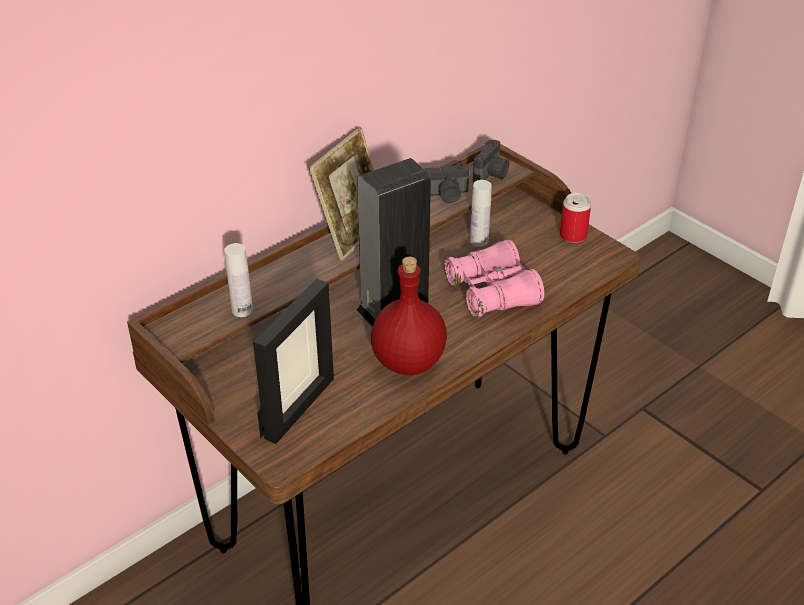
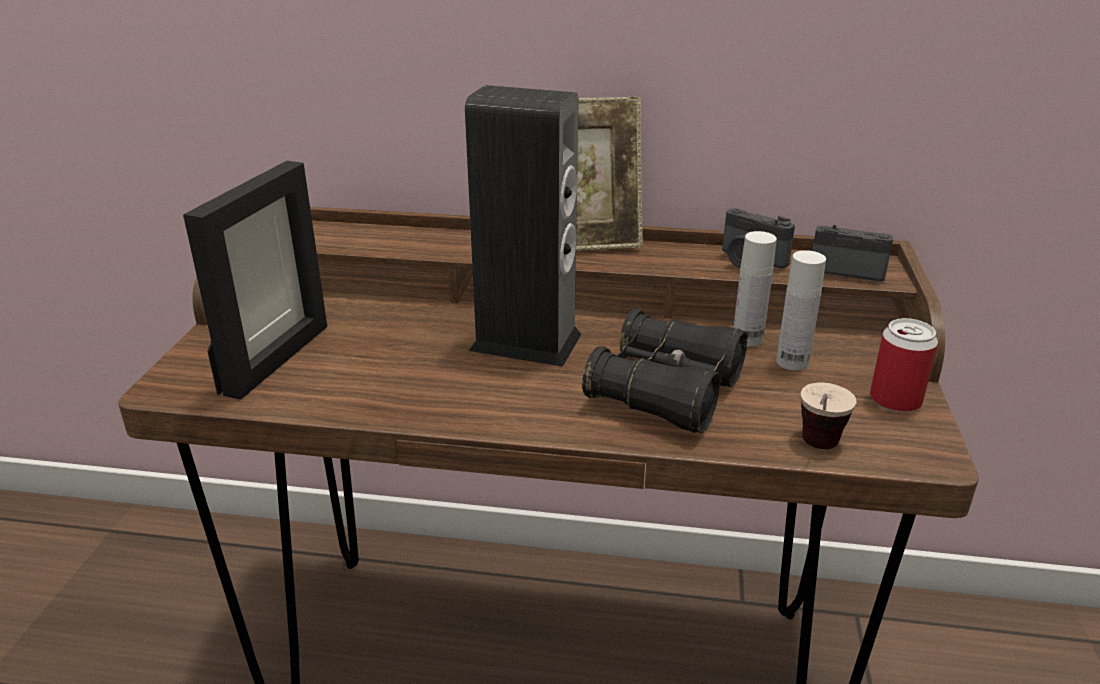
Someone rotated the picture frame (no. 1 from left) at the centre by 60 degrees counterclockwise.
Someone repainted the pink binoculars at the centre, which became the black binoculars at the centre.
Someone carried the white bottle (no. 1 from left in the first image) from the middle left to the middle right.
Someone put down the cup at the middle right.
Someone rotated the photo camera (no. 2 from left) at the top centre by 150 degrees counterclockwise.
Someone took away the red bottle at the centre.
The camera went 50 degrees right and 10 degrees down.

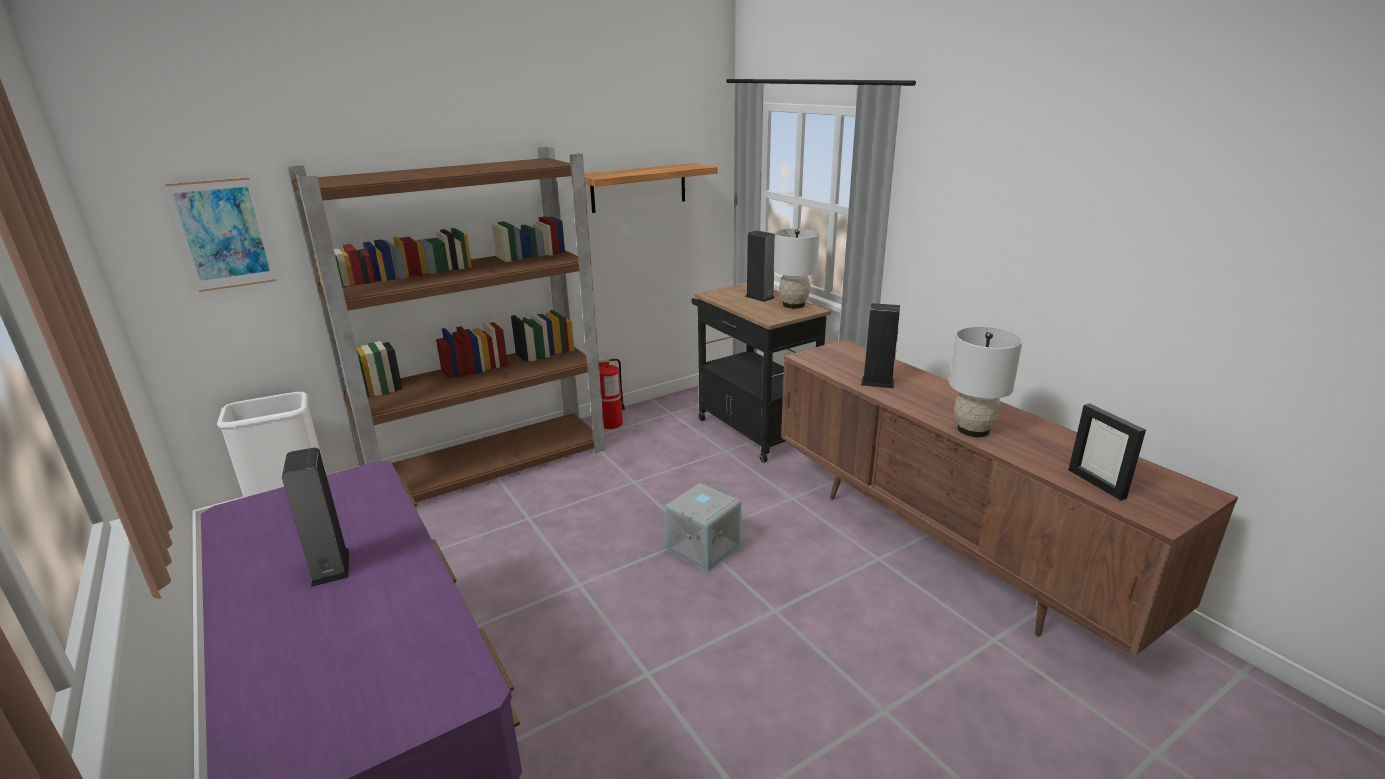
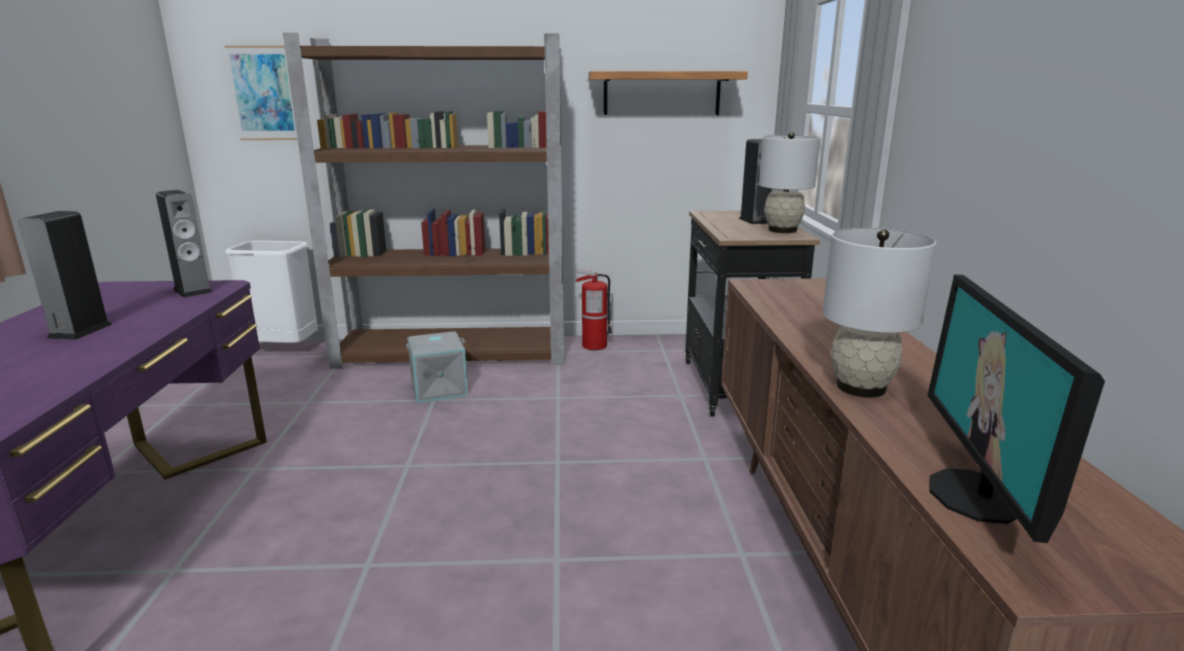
Someone carried the speaker (no. 3 from left in the first image) from the centre to the middle left.
Someone carried the grey storage box from the bottom centre to the centre.
Someone swapped the picture frame at the middle right for the monitor at the middle right.
The camera went 30 degrees right and 5 degrees down.

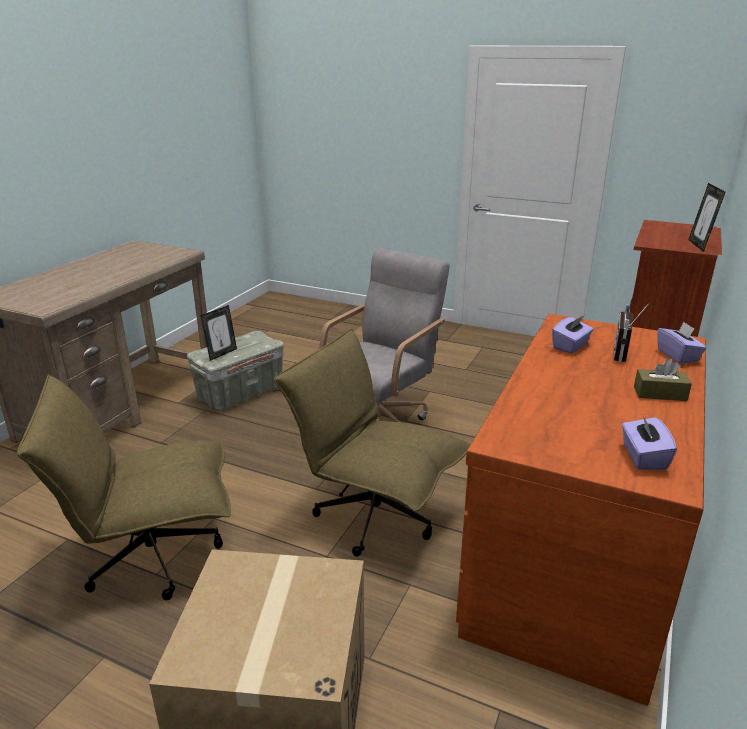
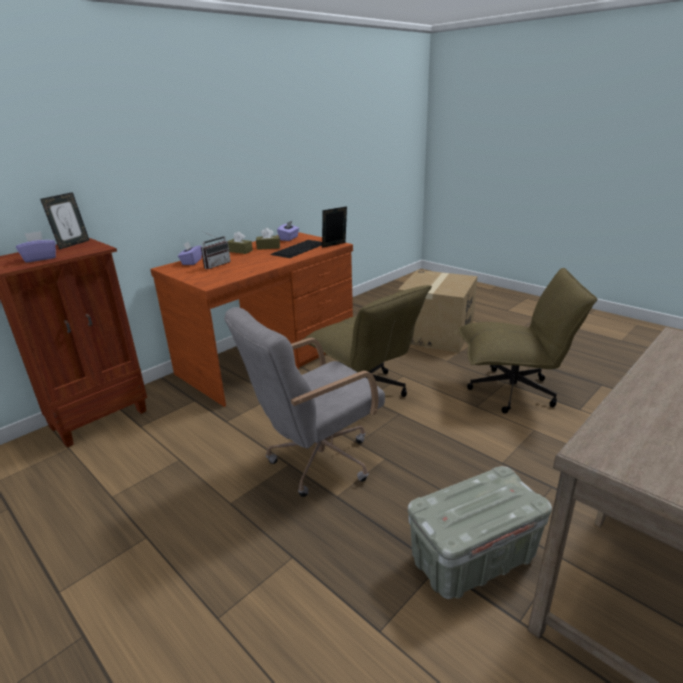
Someone carried the purple tissue box (no. 1 from left) from the middle right to the middle left.
Someone put down the brown tissue box (no. 2 from left) at the centre.
Someone put down the keyboard at the centre.
Someone carried the picture frame (no. 1 from left in the first image) from the middle left to the top centre.
The camera went 160 degrees left and 0 degrees up.

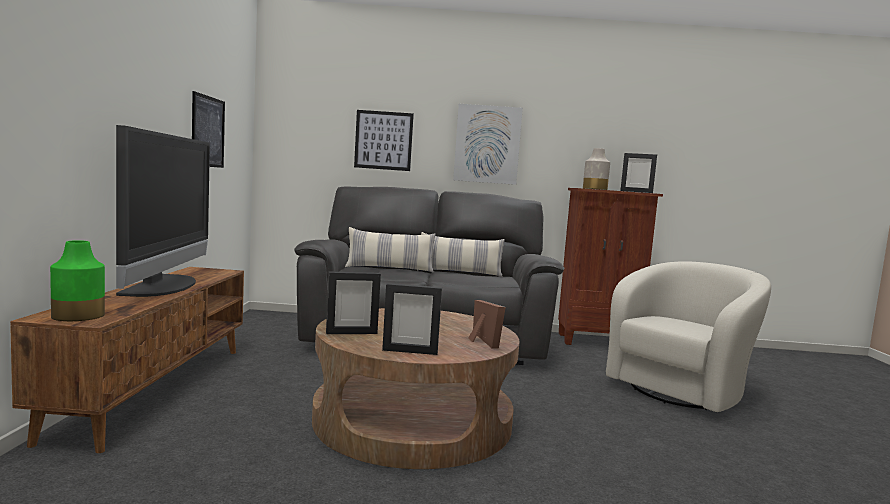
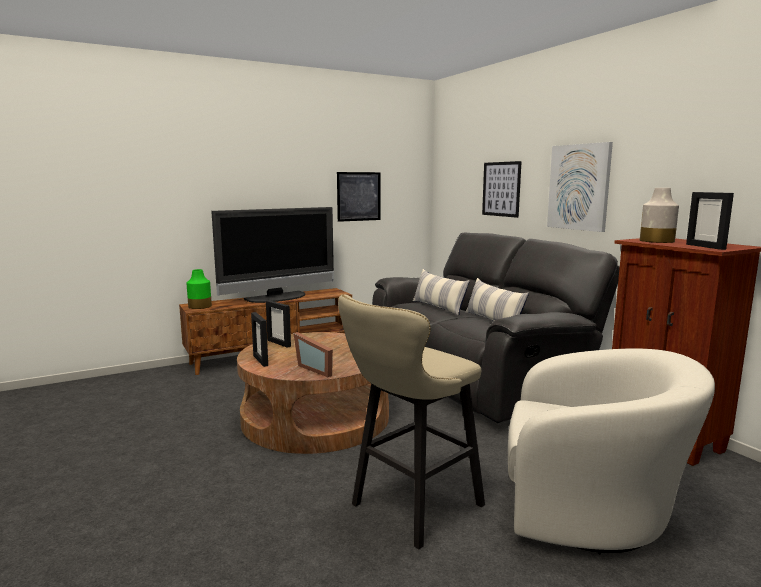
Someone rotated the picture frame (no. 3 from left) at the centre by 90 degrees clockwise.
Someone put down the beige stool at the bottom centre.
The camera went 60 degrees right and 5 degrees up.

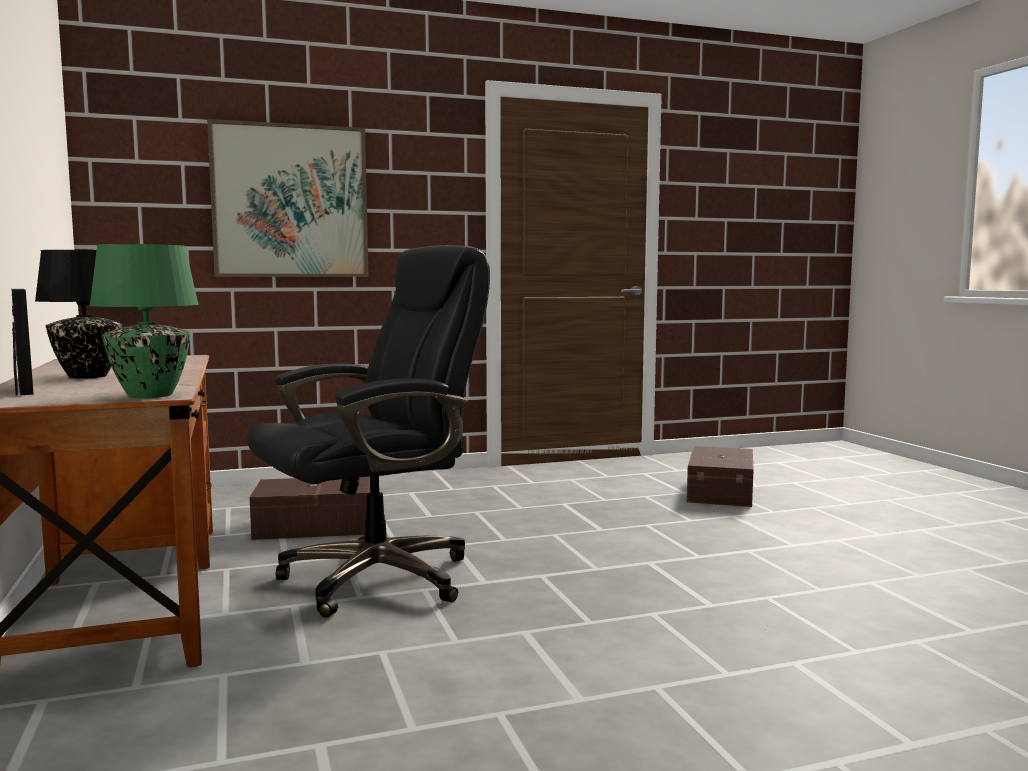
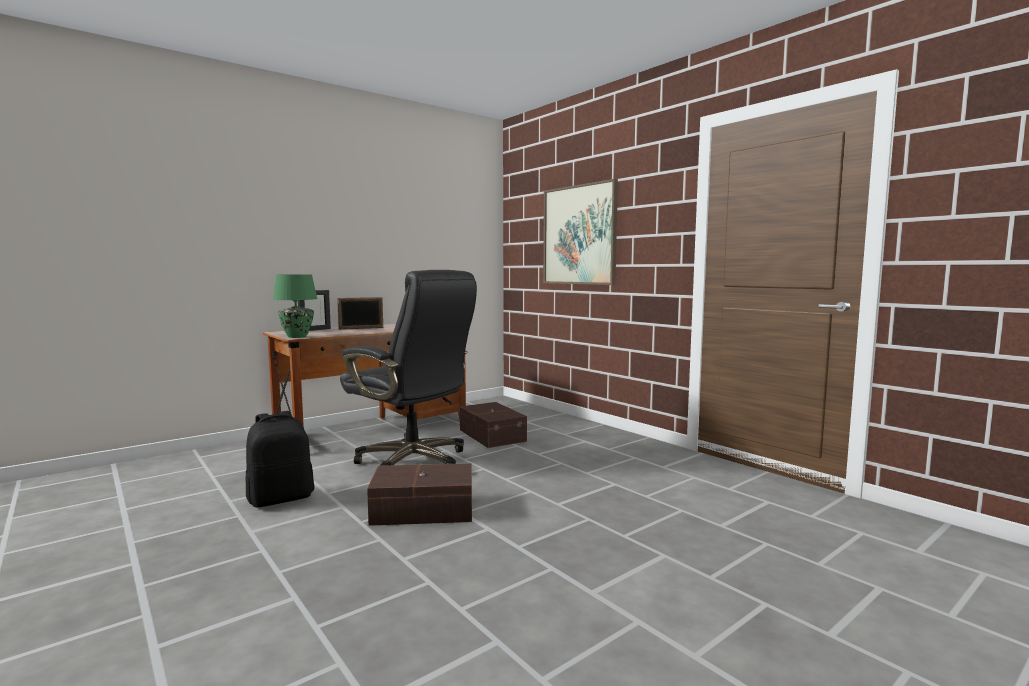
Someone put down the black backpack at the bottom left.
Someone swapped the black table lamp at the middle left for the picture frame (no. 2 from left) at the centre.
Someone carried the brown storage box (no. 2 from left in the first image) from the middle right to the bottom centre.
The camera went 70 degrees right and 0 degrees up.

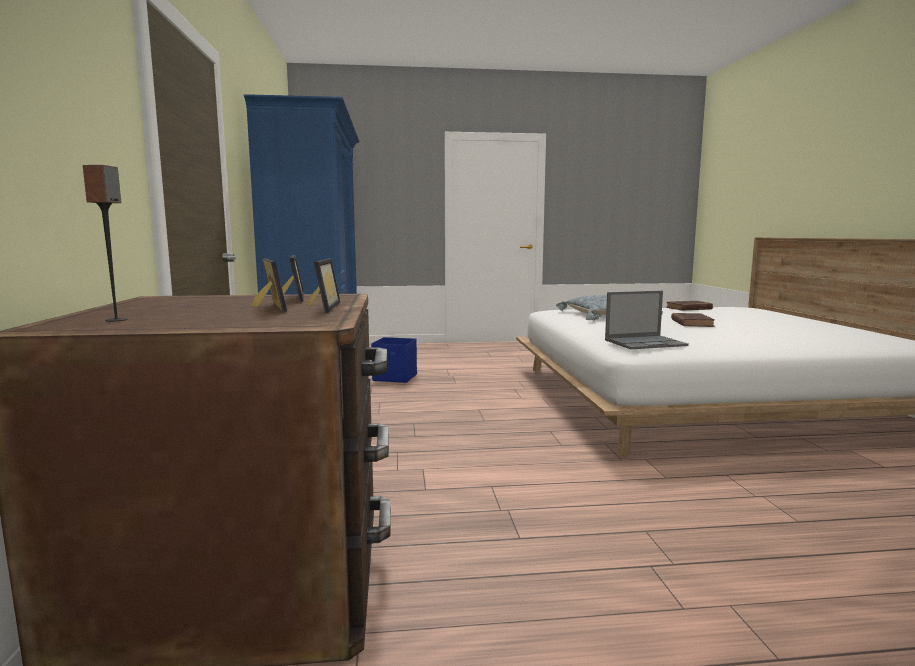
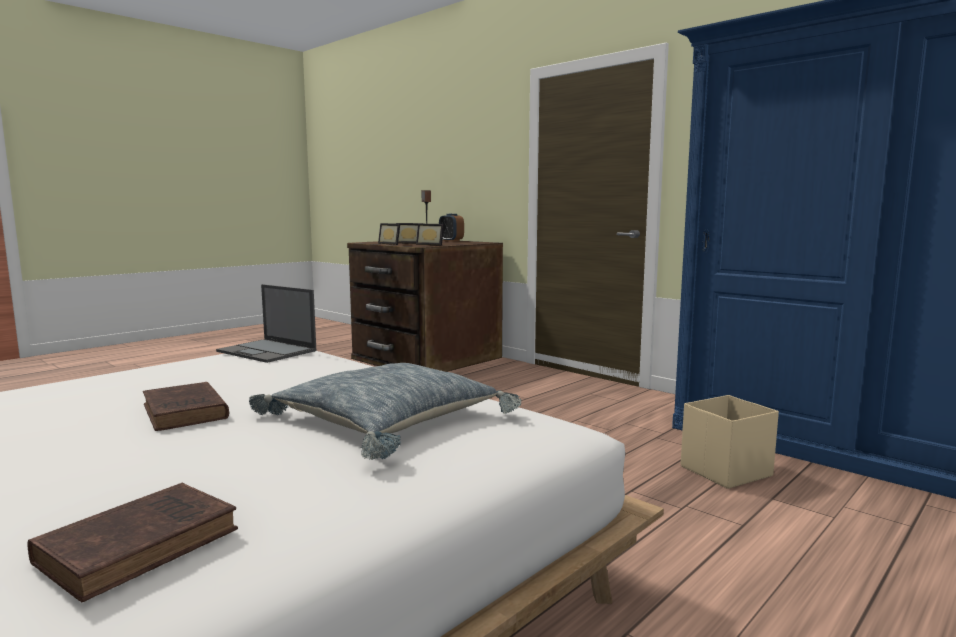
Someone rotated the laptop at the middle right by 90 degrees counterclockwise.
Someone put down the alarm clock at the centre.
Someone repainted the blue storage box at the centre, which became the beige storage box at the bottom right.
The camera went 140 degrees right and 0 degrees up.

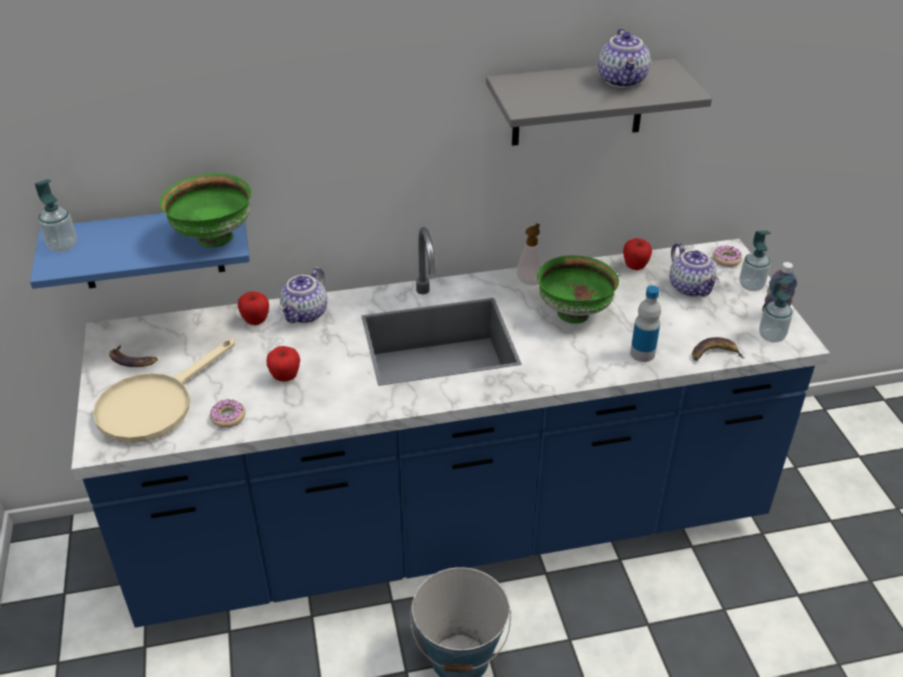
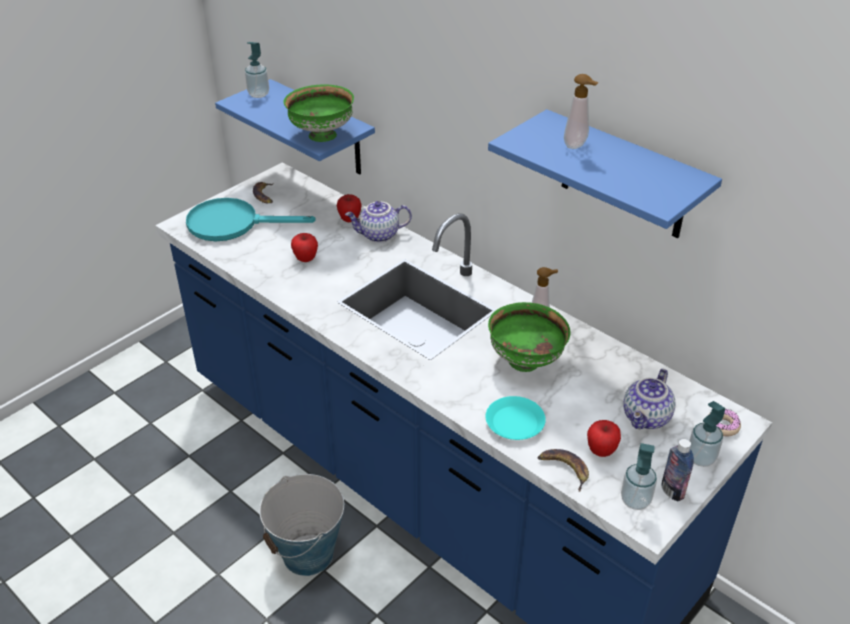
Someone repainted the beige frying pan at the middle left, which became the turquoise frying pan at the middle left.
Someone swapped the bottle (no. 1 from left) at the middle right for the turquoise plate at the bottom centre.
Someone repainted the grey shelf at the top centre, which became the blue shelf (no. 2 from left) at the top right.
Someone put down the soap dispenser (no. 3 from left) at the top right.
Someone carried the apple (no. 3 from left) from the middle right to the bottom right.
Someone took away the donut (no. 1 from left) at the middle left.
Someone took away the teapot (no. 2 from left) at the top right.
The camera went 55 degrees right and 0 degrees up.

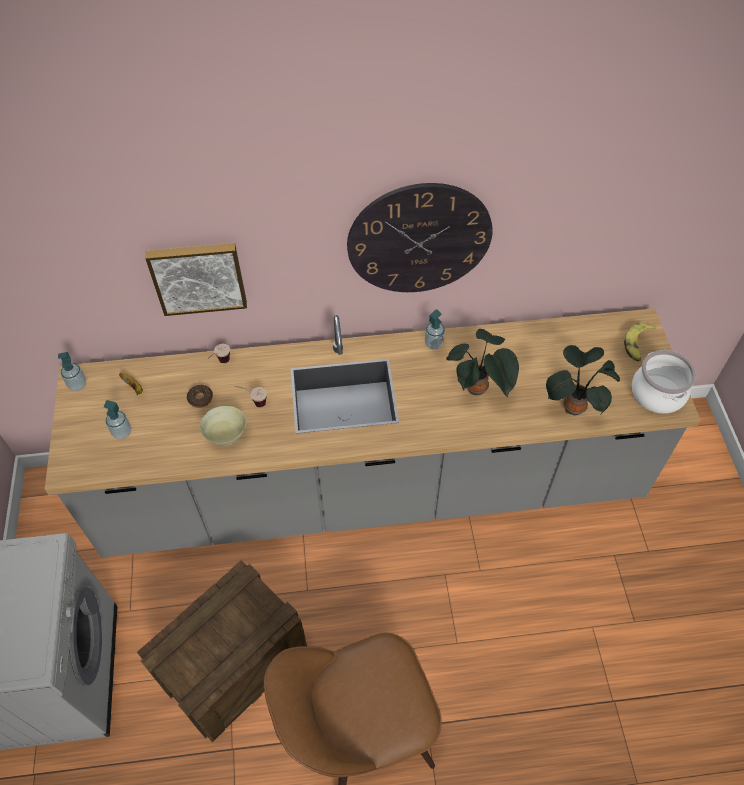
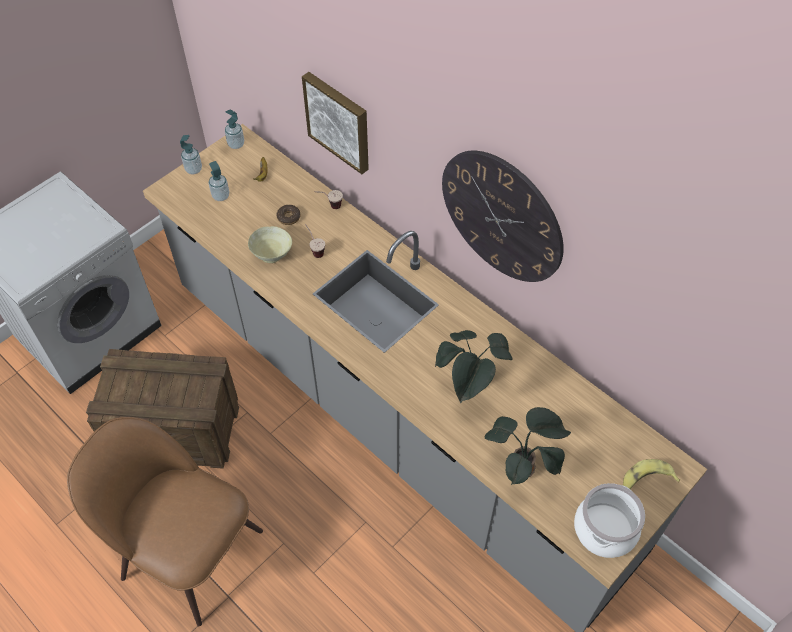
Someone carried the soap dispenser (no. 3 from left in the first image) from the centre to the top left.
The camera went 50 degrees right and 0 degrees up.

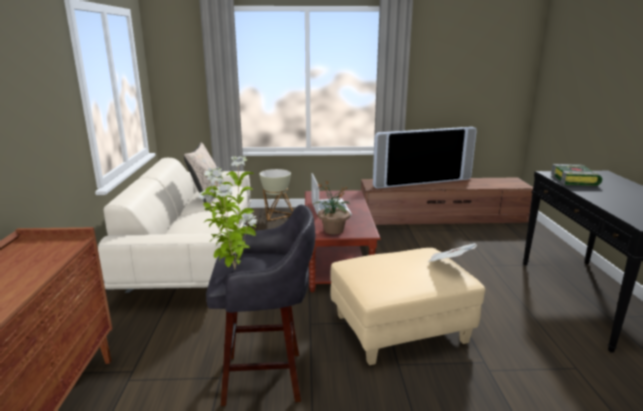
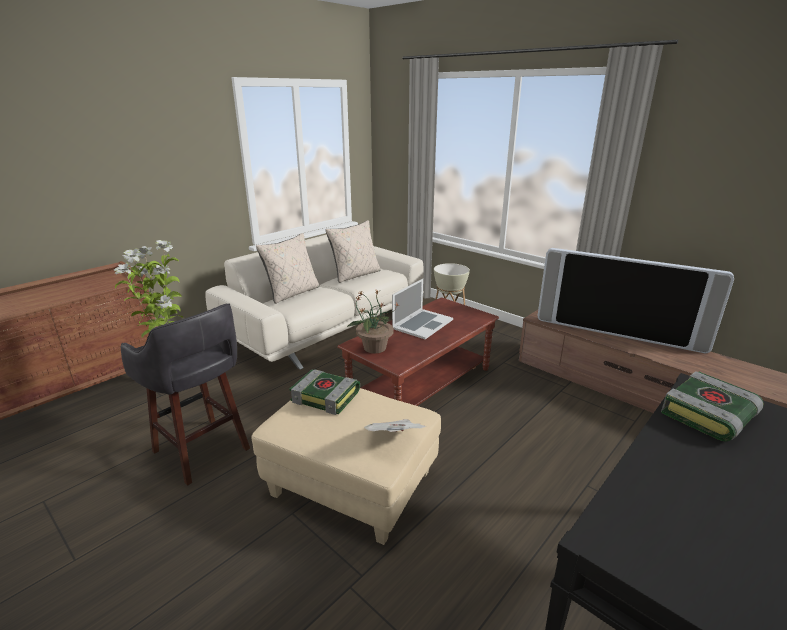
Someone put down the beige pillow (no. 1 from left) at the centre.
Someone put down the book (no. 1 from left) at the centre.
The camera went 45 degrees right and 5 degrees up.

